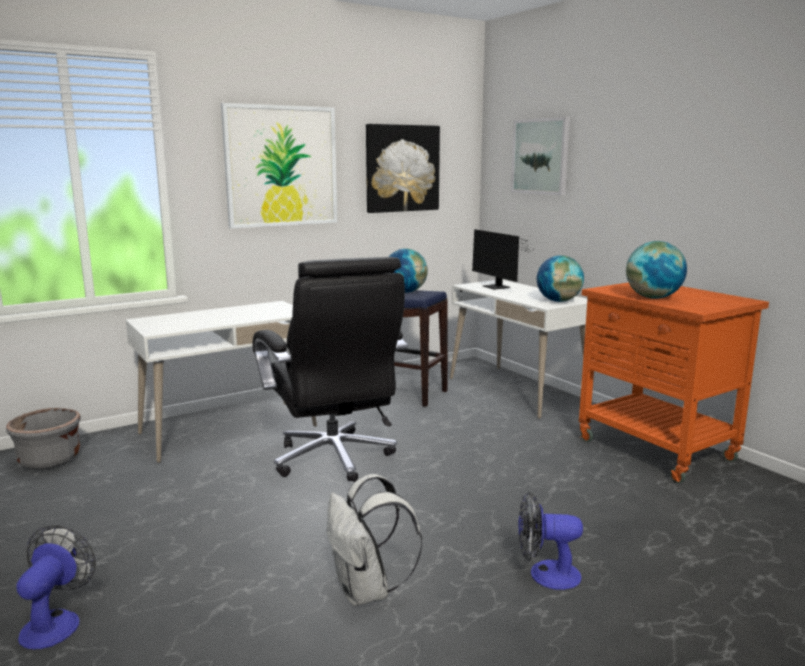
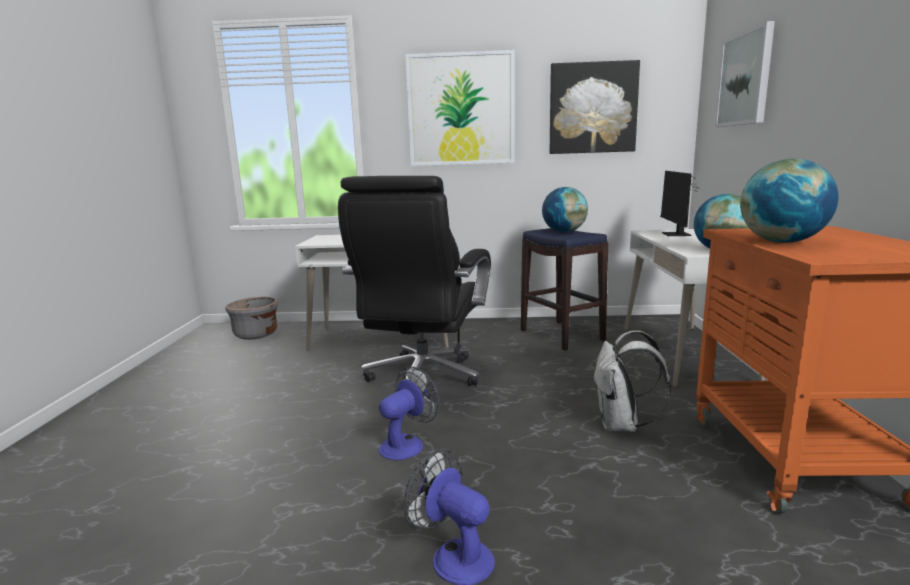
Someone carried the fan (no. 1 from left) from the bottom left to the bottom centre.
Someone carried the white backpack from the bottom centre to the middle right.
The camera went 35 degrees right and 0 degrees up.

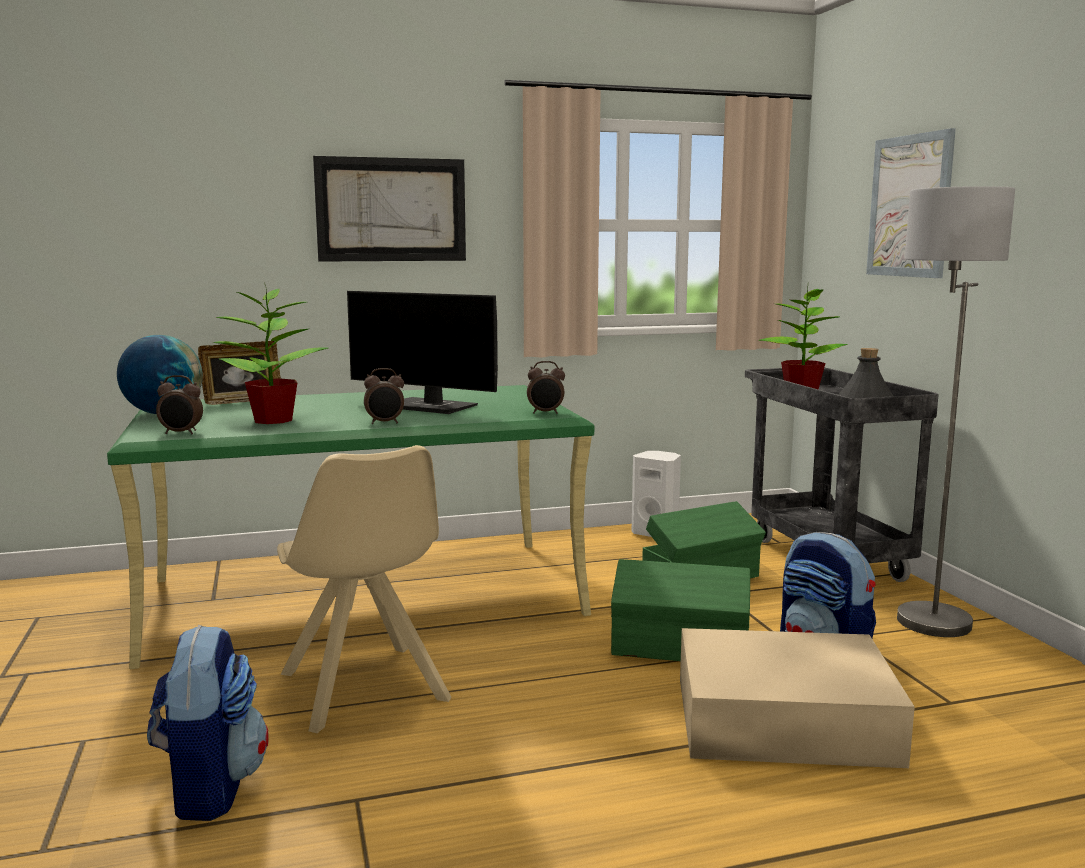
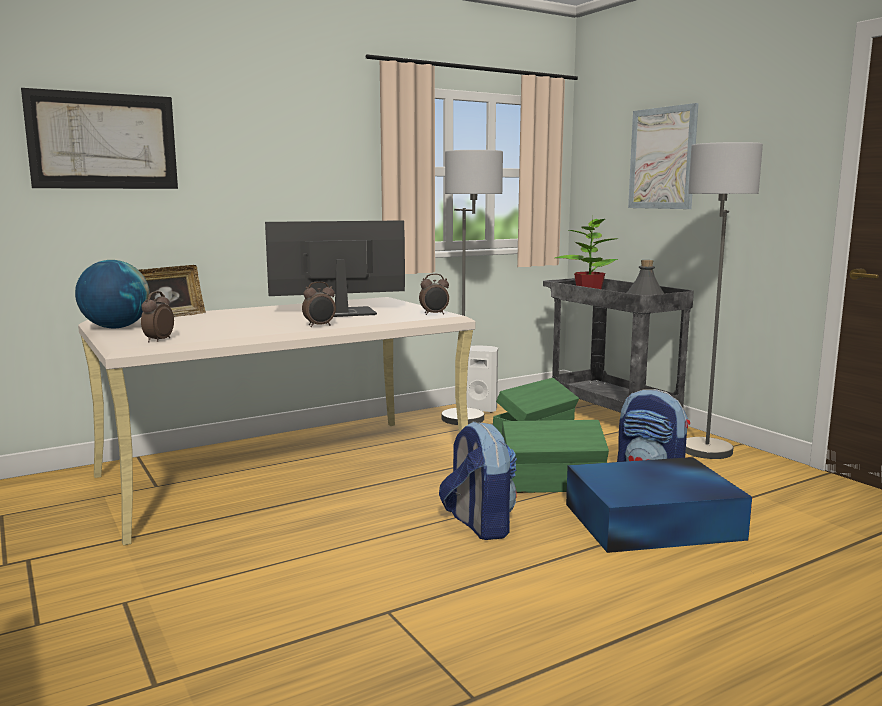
Someone carried the picture (no. 1 from left) from the top centre to the top left.
Someone repainted the green desk at the middle left, which became the beige desk at the middle left.
Someone rotated the alarm clock (no. 1 from left) at the middle left by 120 degrees clockwise.
Someone rotated the monitor at the centre by 150 degrees clockwise.
Someone carried the backpack (no. 1 from left) from the bottom left to the bottom centre.
Someone put down the grey floor lamp (no. 1 from left) at the centre.
Someone repainted the beige storage box at the bottom right, which became the blue storage box at the bottom right.
Someone took away the potted plant (no. 1 from left) at the middle left.
Someone took away the beige chair at the bottom centre.
The camera went 15 degrees left and 0 degrees up.

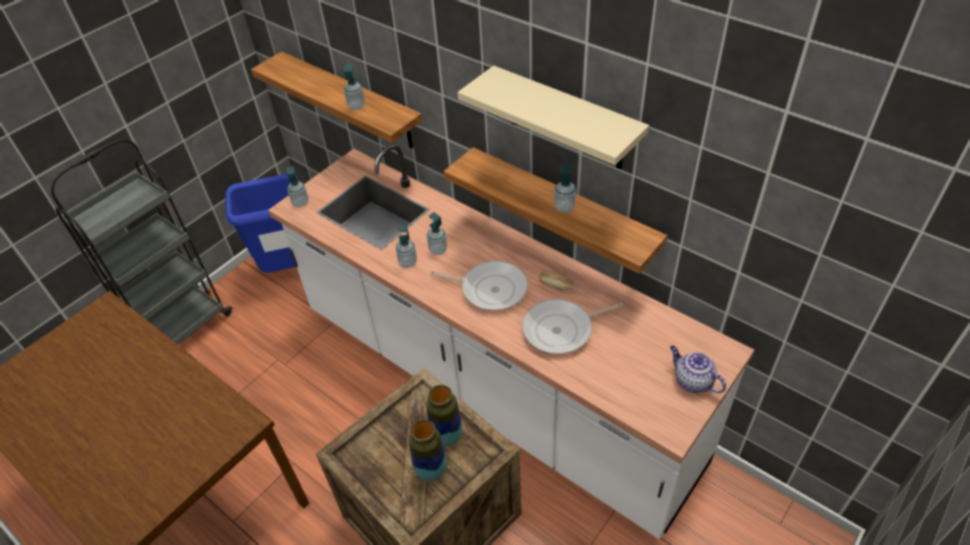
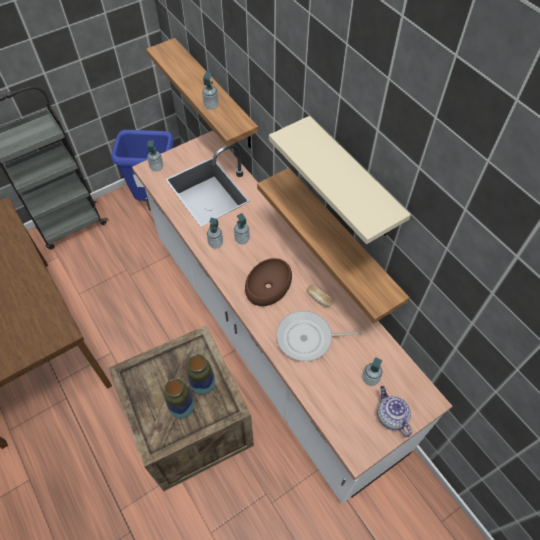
Someone swapped the frying pan (no. 1 from left) at the centre for the brown bowl at the centre.
Someone carried the soap dispenser (no. 5 from left) from the centre to the bottom right.
The camera went 15 degrees right and 10 degrees up.

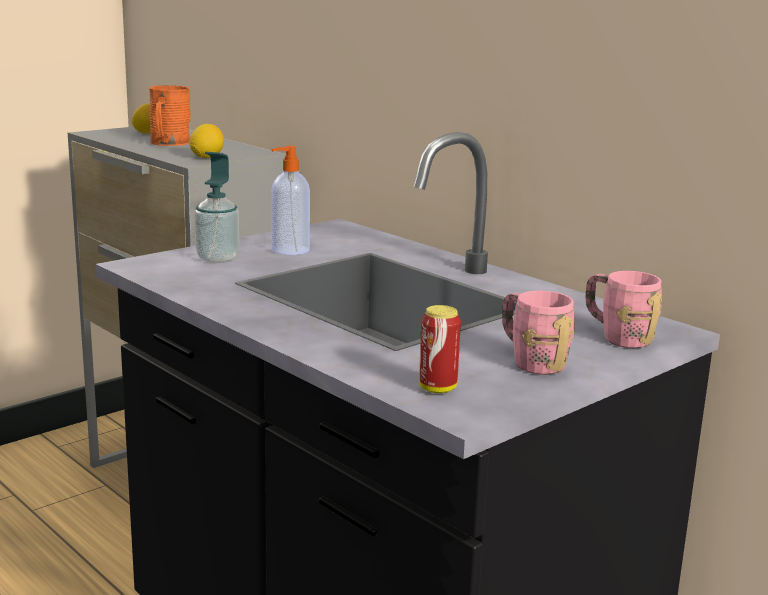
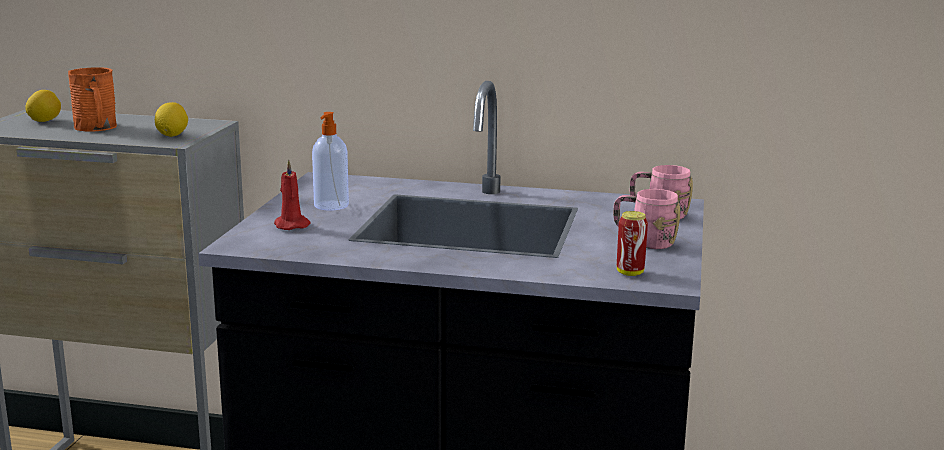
Someone swapped the soap dispenser (no. 1 from left) at the middle left for the red candle at the middle left.
The camera went 35 degrees left and 0 degrees up.

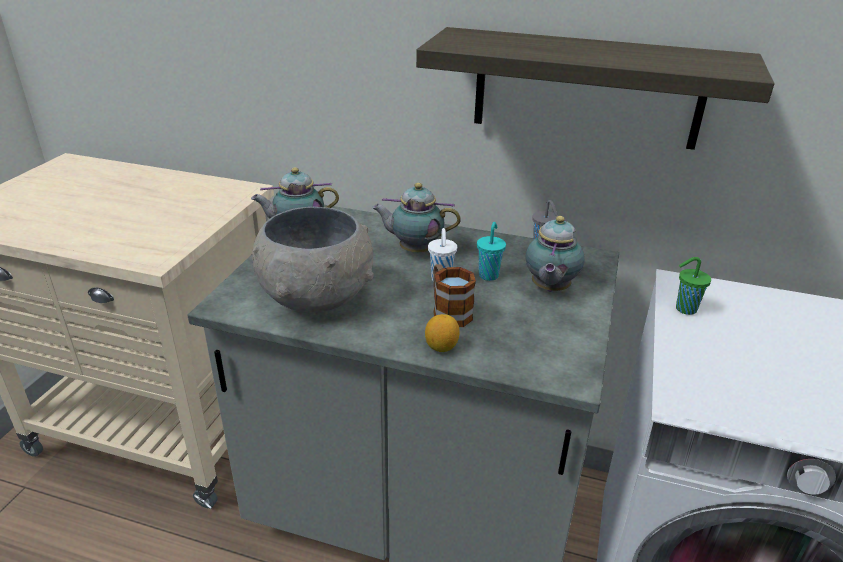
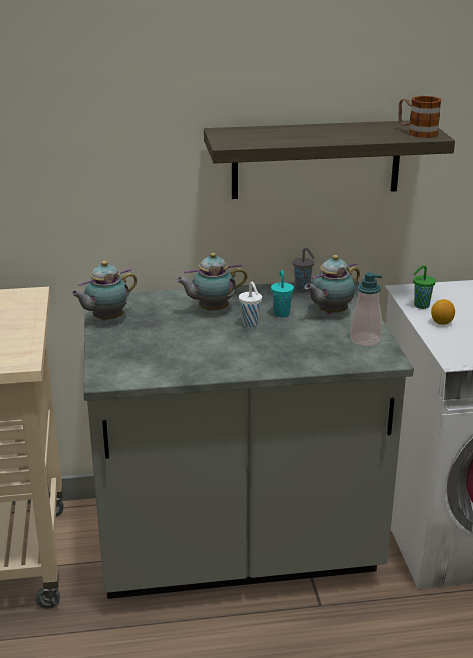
Someone rotated the teapot (no. 3 from left) at the centre by 60 degrees clockwise.
Someone put down the soap dispenser at the middle right.
Someone carried the mug from the centre to the top right.
Someone carried the lemon from the centre to the middle right.
Someone took away the grey bowl at the centre.
The camera went 25 degrees left and 5 degrees down.

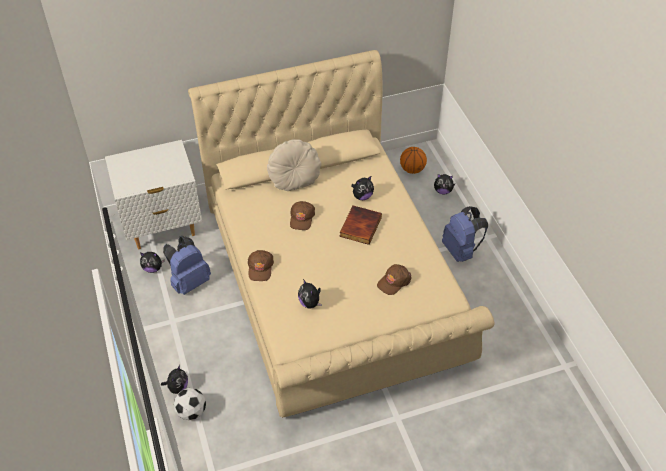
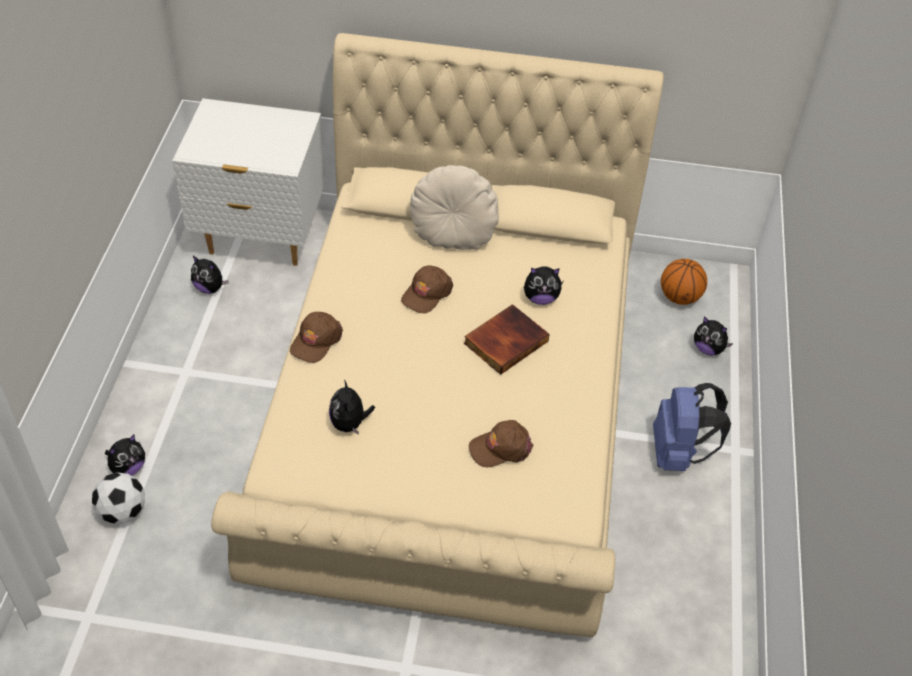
Someone took away the blue backpack (no. 1 from left) at the middle left.
The camera went 25 degrees right and 0 degrees up.

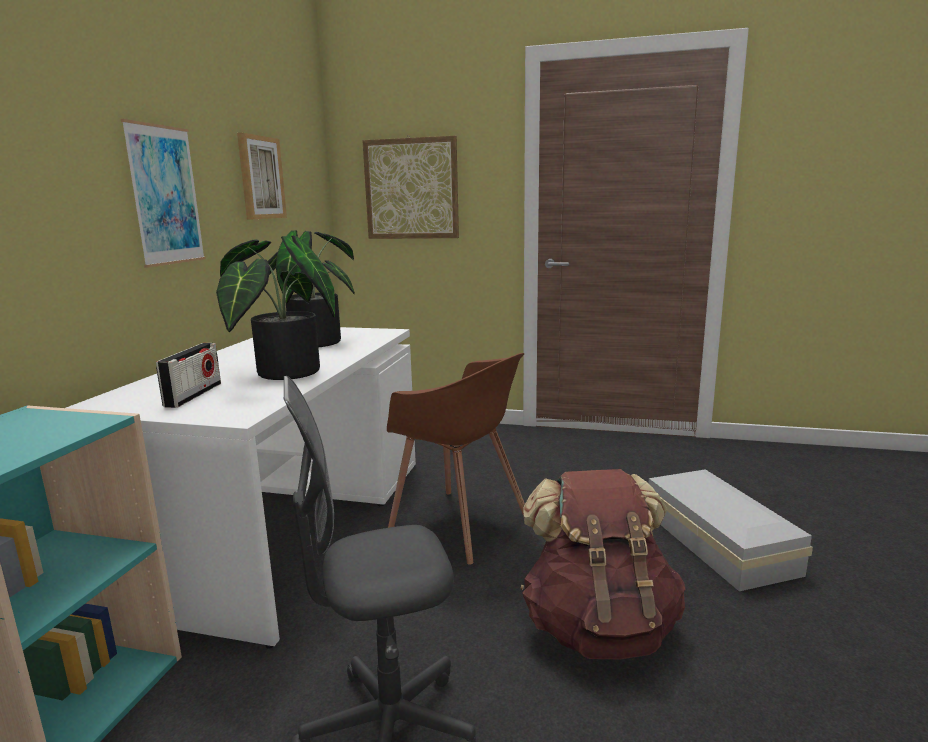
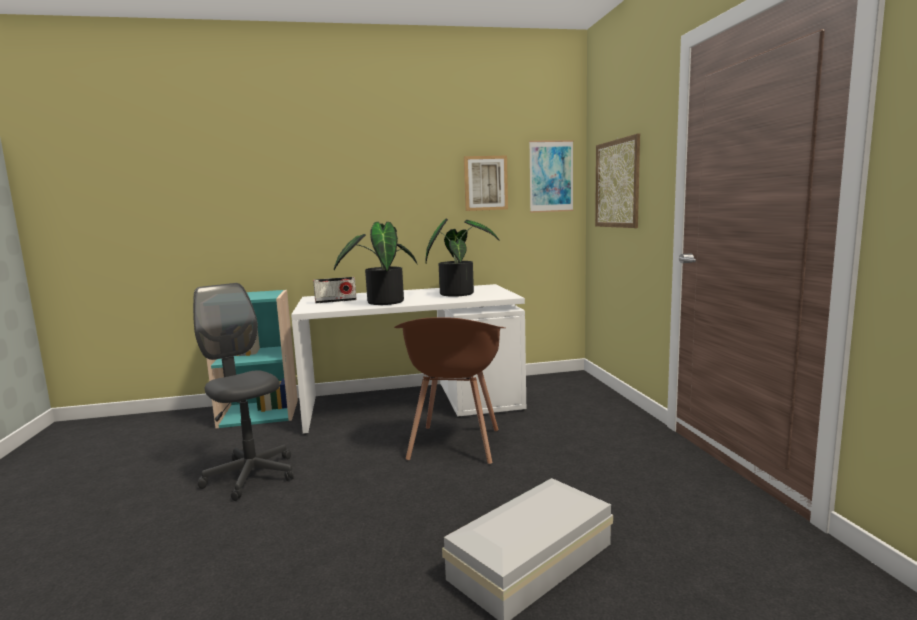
Someone carried the picture (no. 1 from left in the first image) from the top left to the top centre.
Someone took away the brown backpack at the bottom centre.
The camera went 65 degrees right and 5 degrees down.

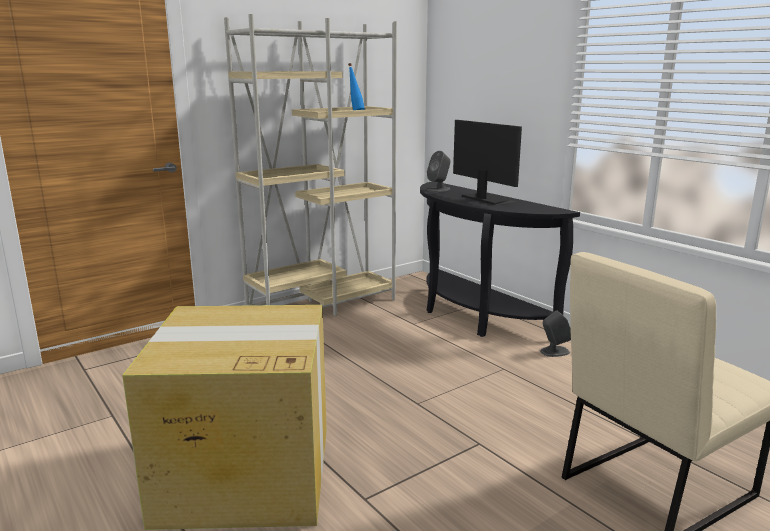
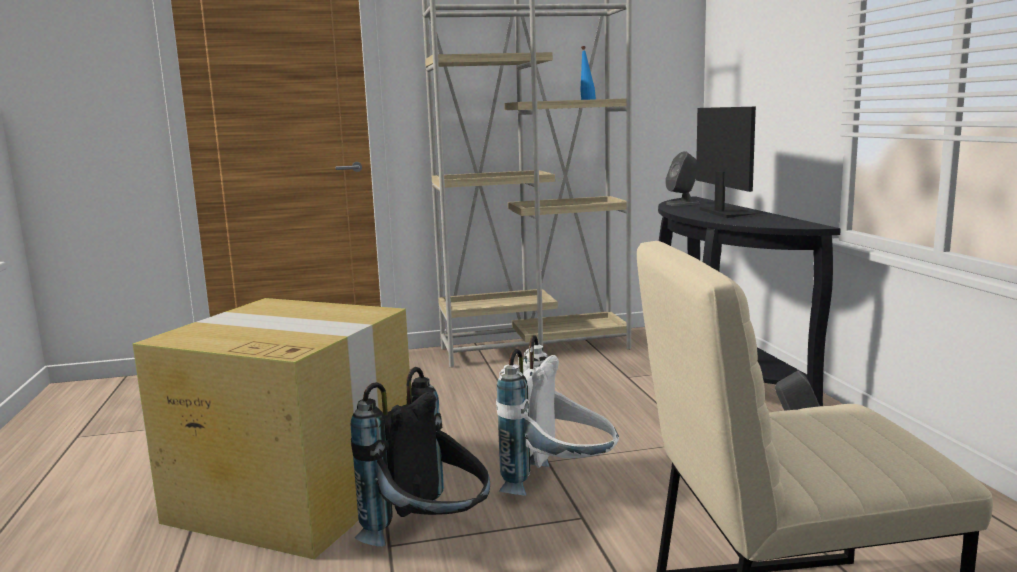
Someone put down the black backpack at the bottom centre.
Someone put down the white backpack at the bottom centre.
The camera went 25 degrees right and 5 degrees down.

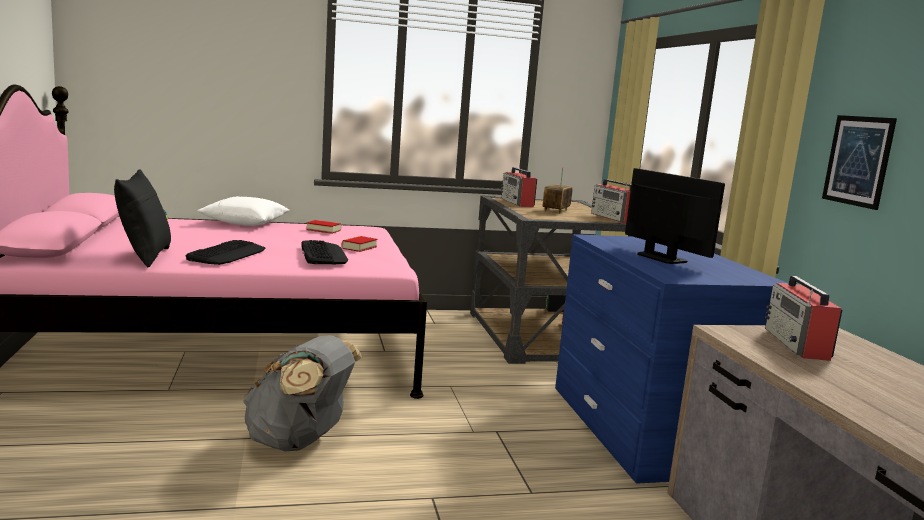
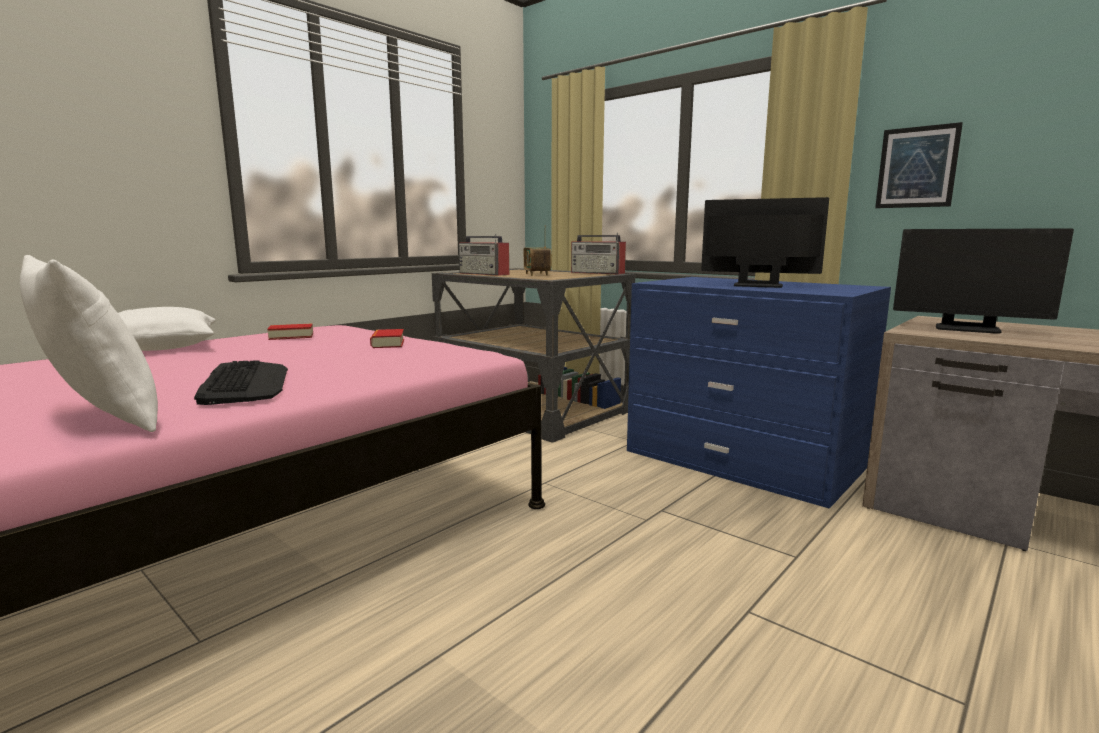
Someone repainted the black pillow at the middle left, which became the white pillow (no. 1 from left) at the middle left.
Someone swapped the radio (no. 4 from left) at the middle right for the monitor (no. 2 from left) at the middle right.
Someone took away the grey backpack at the bottom left.
Someone took away the keyboard (no. 2 from left) at the centre.
The camera went 35 degrees left and 0 degrees up.

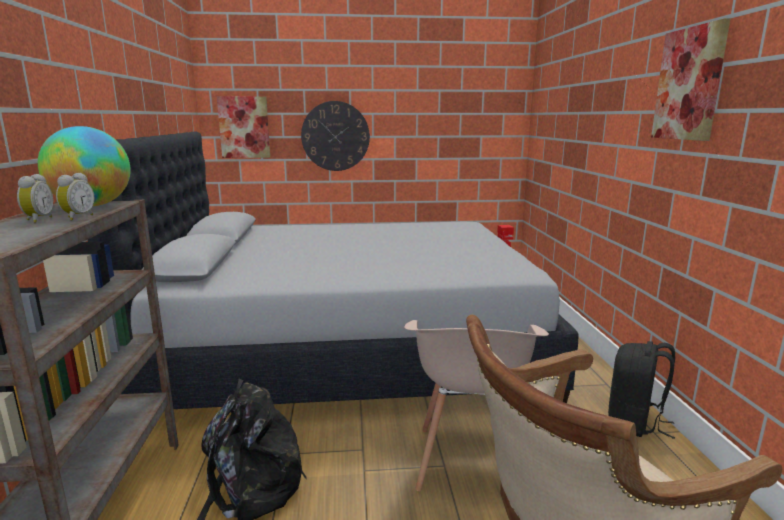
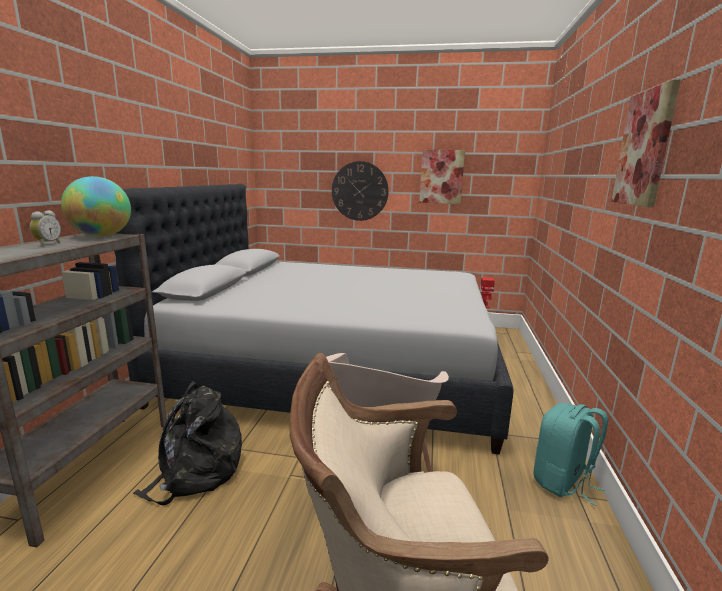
Someone carried the picture (no. 1 from left) from the top left to the top centre.
Someone repainted the black backpack (no. 2 from left) at the bottom right, which became the turquoise backpack at the bottom right.
Someone took away the alarm clock (no. 2 from left) at the middle left.
The camera went 15 degrees right and 0 degrees up.

